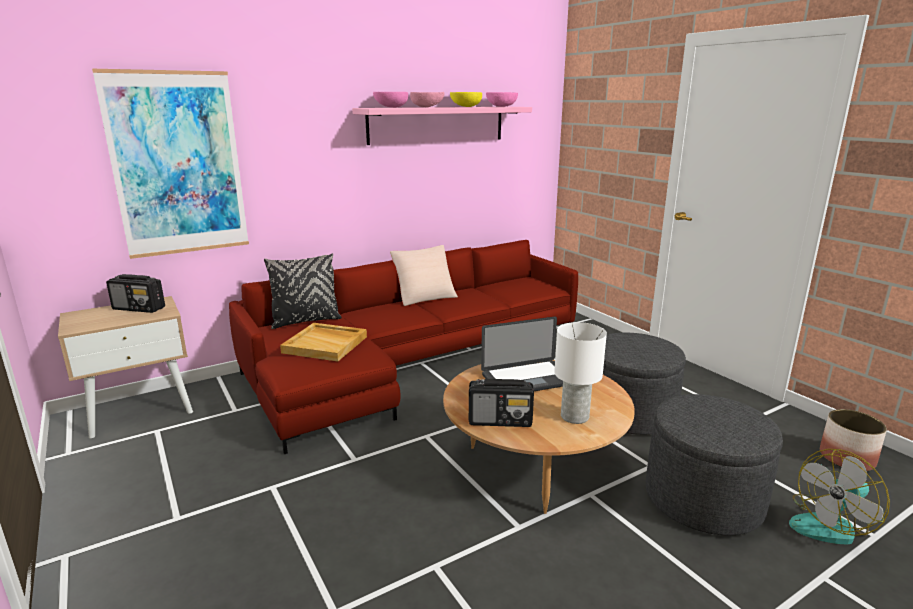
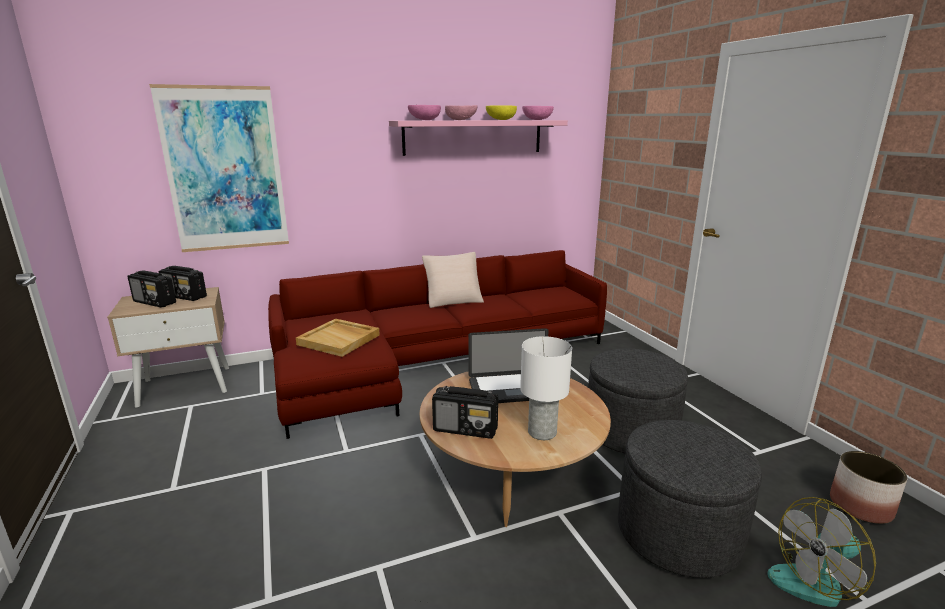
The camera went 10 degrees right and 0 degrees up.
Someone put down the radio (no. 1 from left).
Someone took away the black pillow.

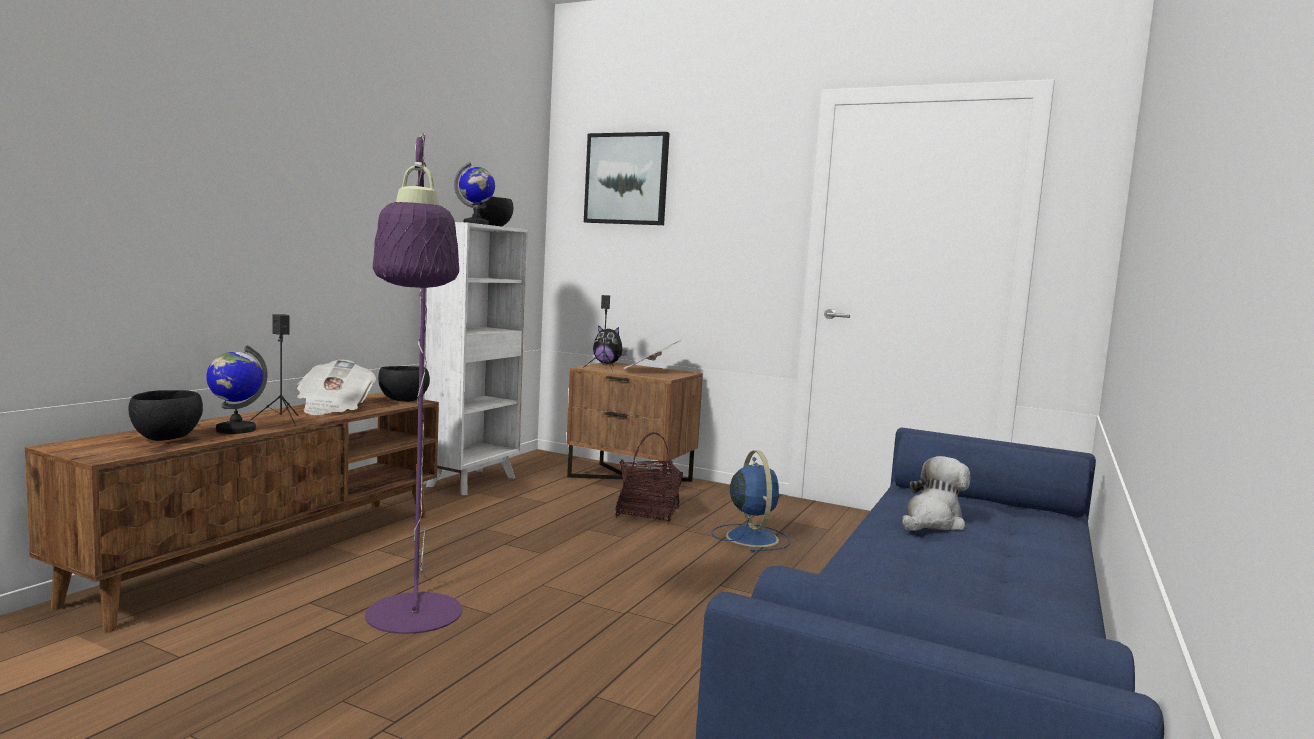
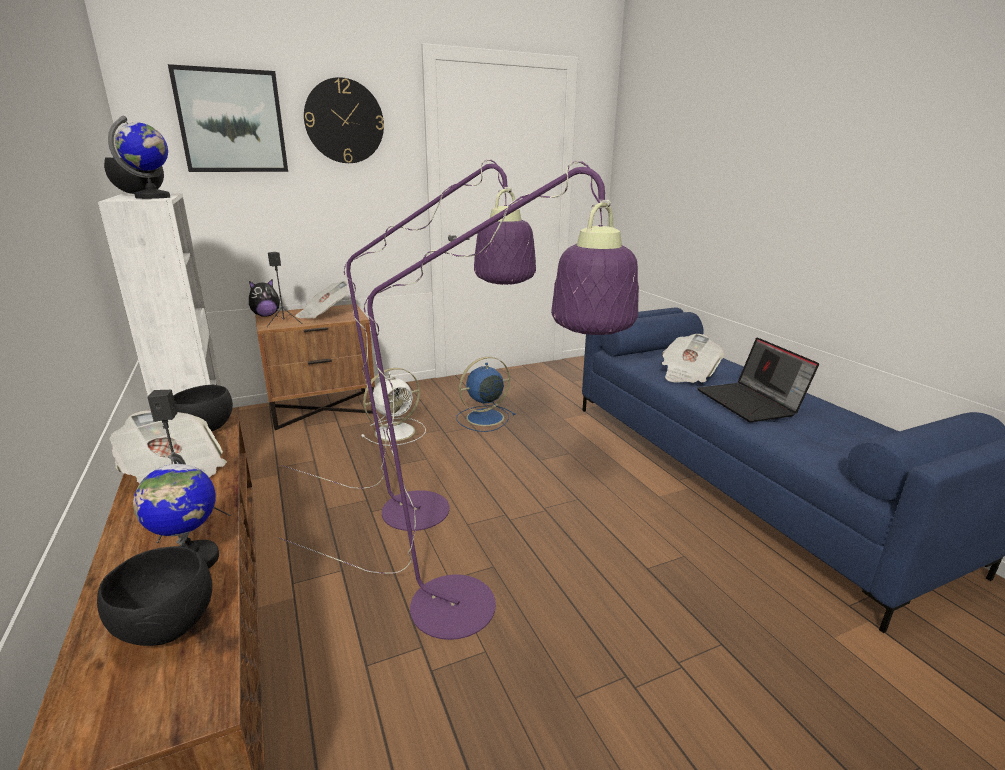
The camera went 50 degrees left and 15 degrees up.
Someone put down the purple floor lamp (no. 1 from left).
Someone put up the wall clock.
Someone swapped the basket for the white fan.
Someone rotated the blue fan by 60 degrees counterclockwise.
Someone swapped the plush toy (no. 2 from left) for the newspaper (no. 3 from left).
Someone put down the laptop.

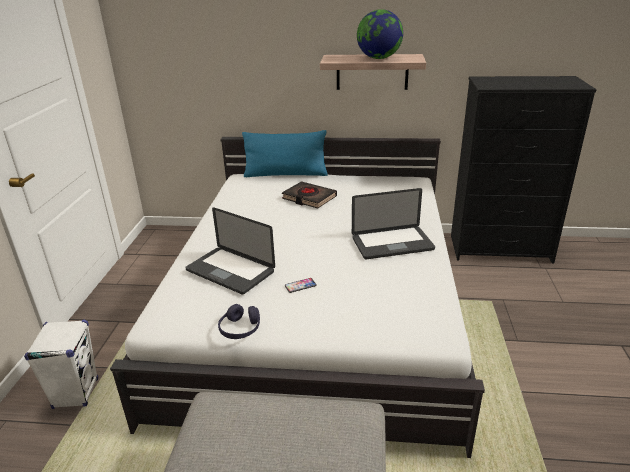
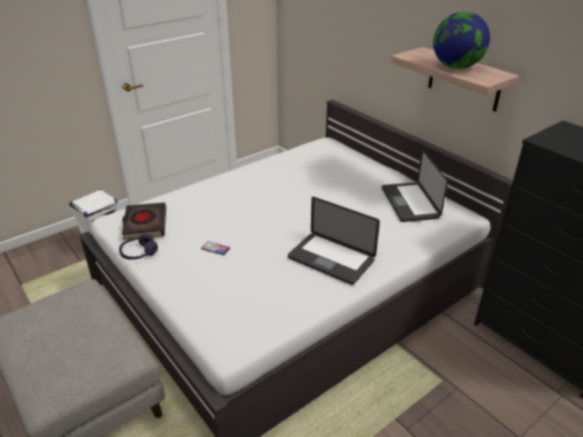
The camera went 45 degrees right and 5 degrees up.
Someone carried the black book.
Someone carried the laptop (no. 1 from left in the first image).
Someone took away the blue pillow.

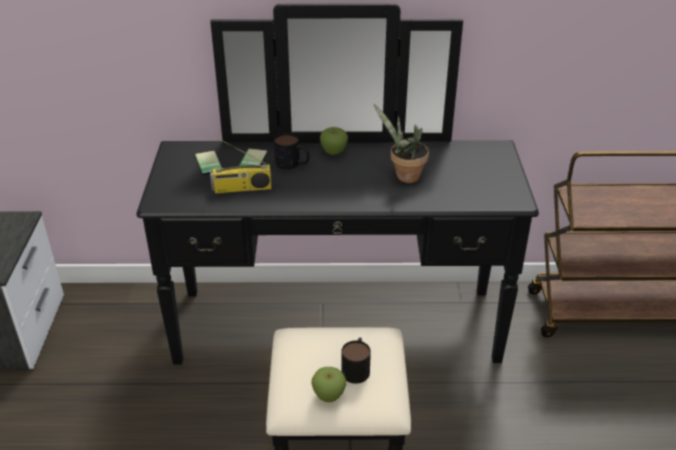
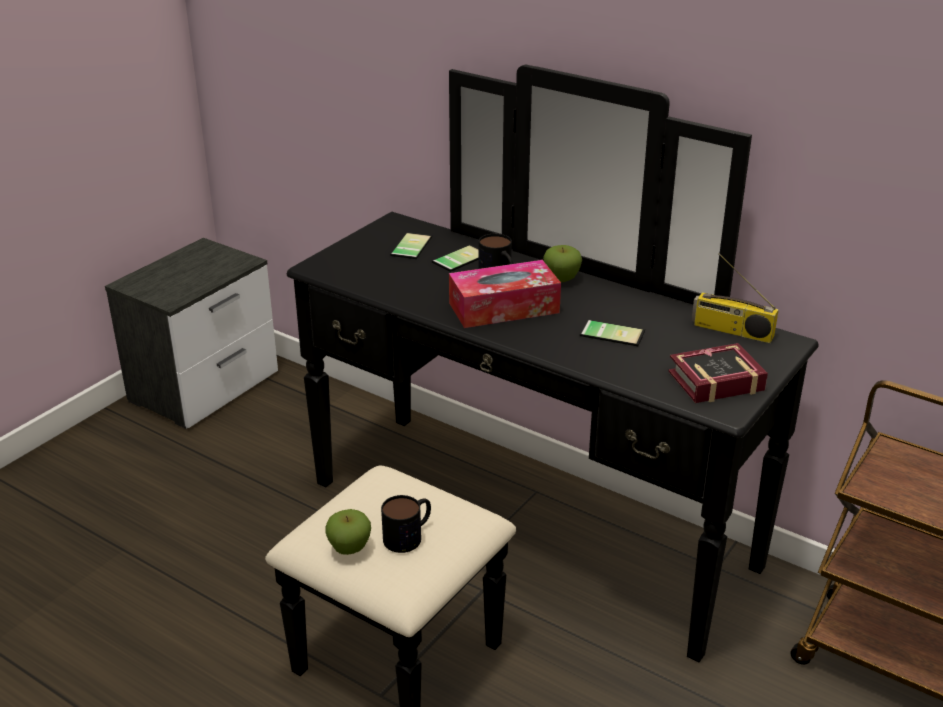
The camera went 35 degrees right and 5 degrees down.
Someone put down the tissue box.
Someone swapped the potted plant for the phone (no. 3 from left).
Someone put down the book.
Someone carried the radio.

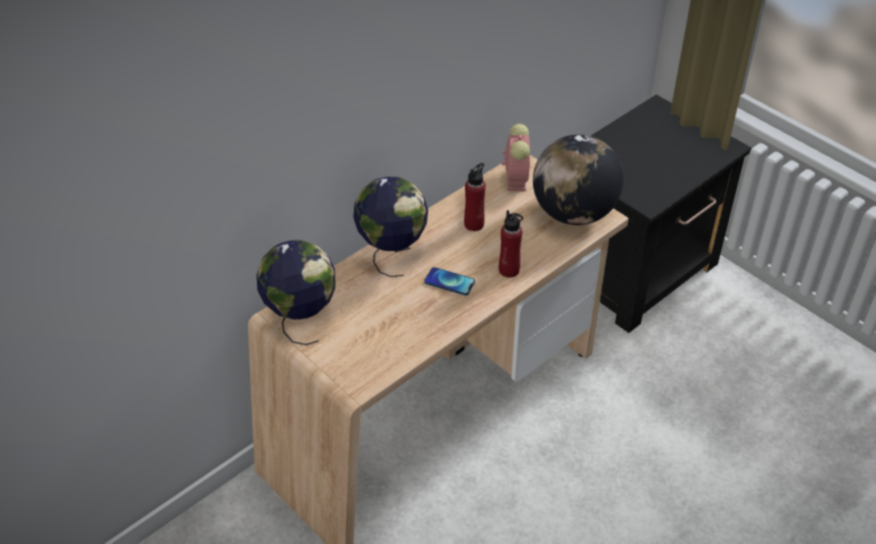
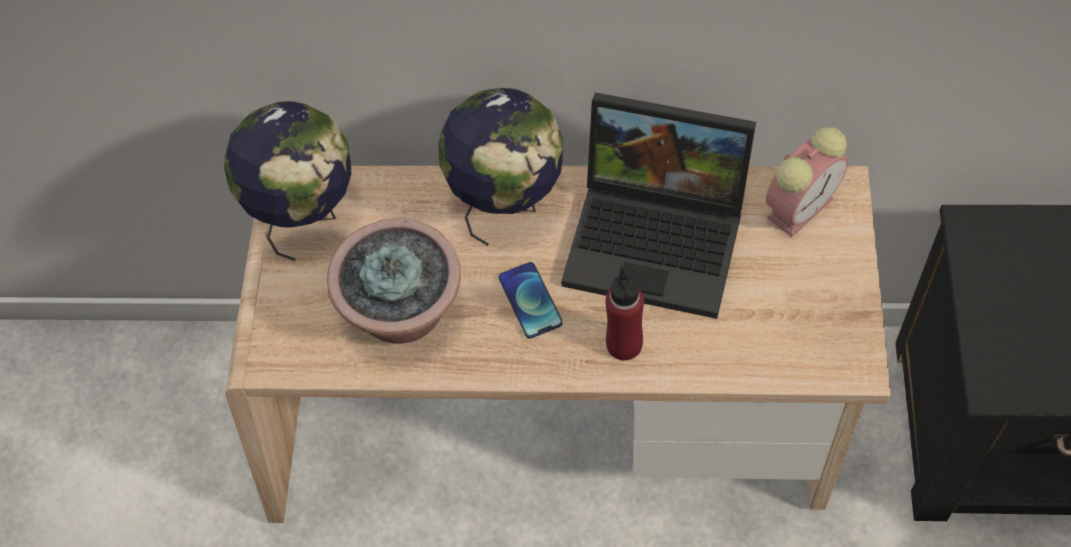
The camera went 50 degrees right and 15 degrees up.
Someone put down the potted plant.
Someone swapped the red bottle (no. 1 from left) for the laptop.
Someone took away the globe (no. 3 from left).

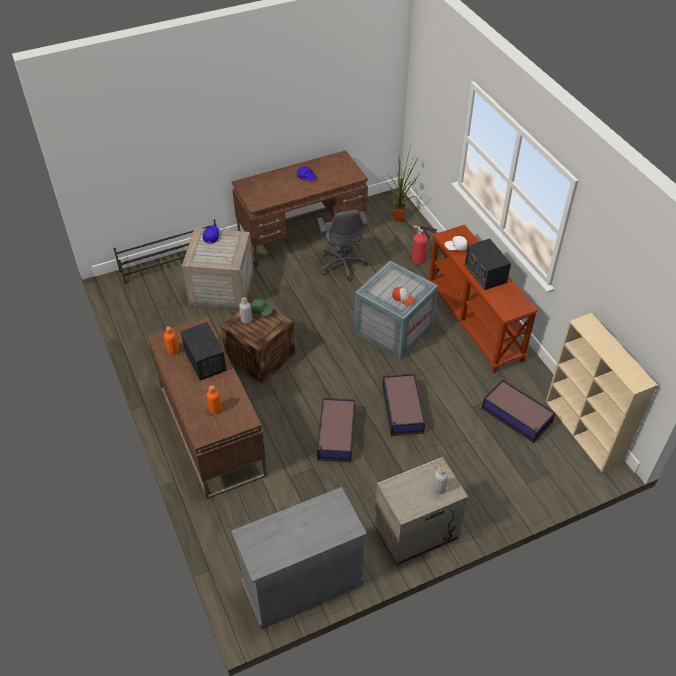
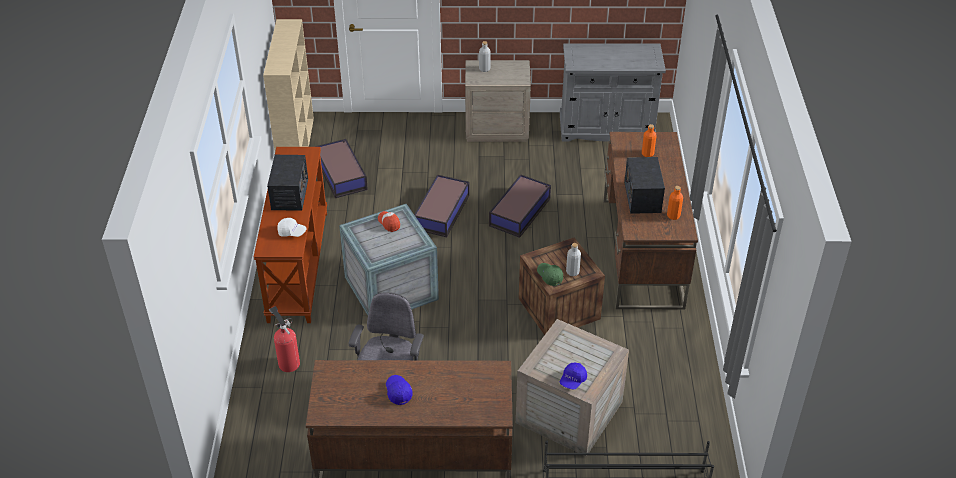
The camera went 155 degrees left and 5 degrees down.
Someone took away the potted plant.

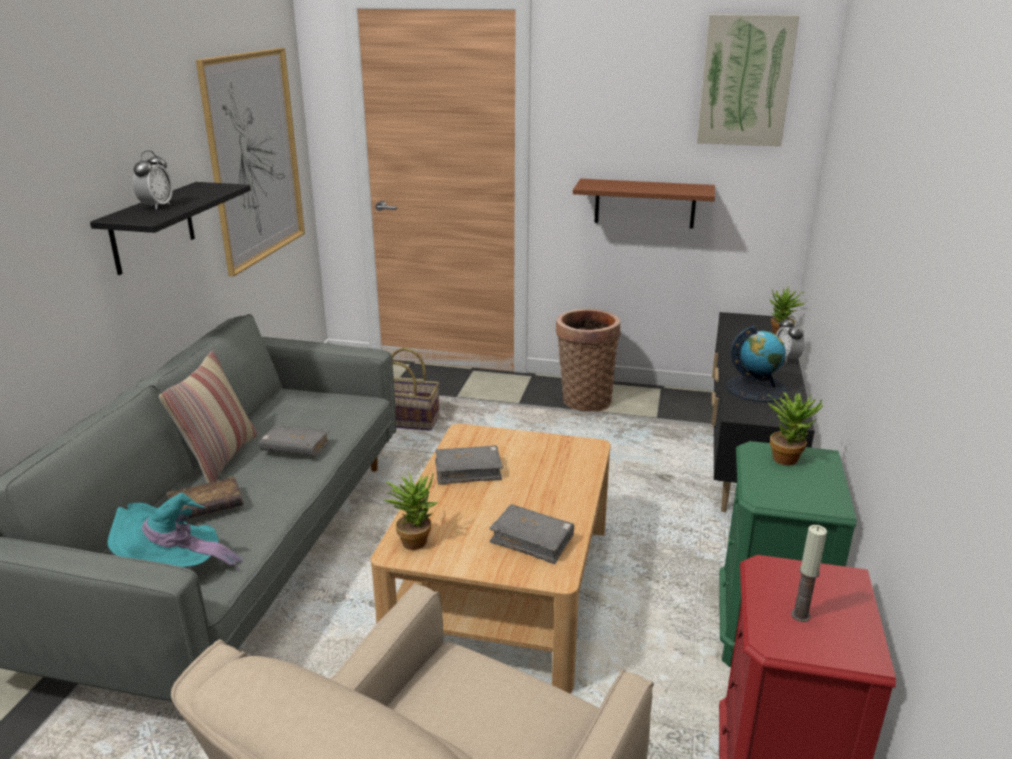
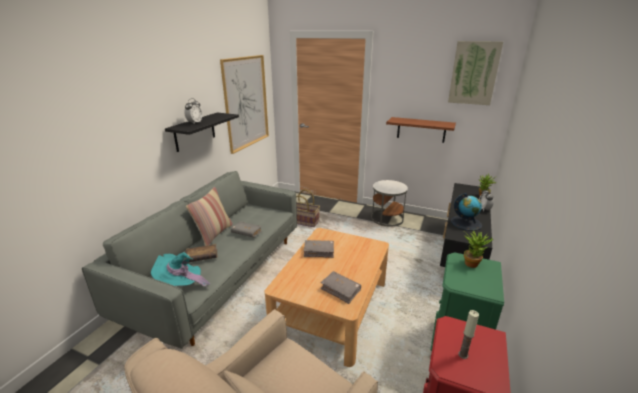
The camera went 10 degrees right and 0 degrees up.
Someone swapped the basket (no. 2 from left) for the white side table.
Someone took away the potted plant (no. 1 from left).

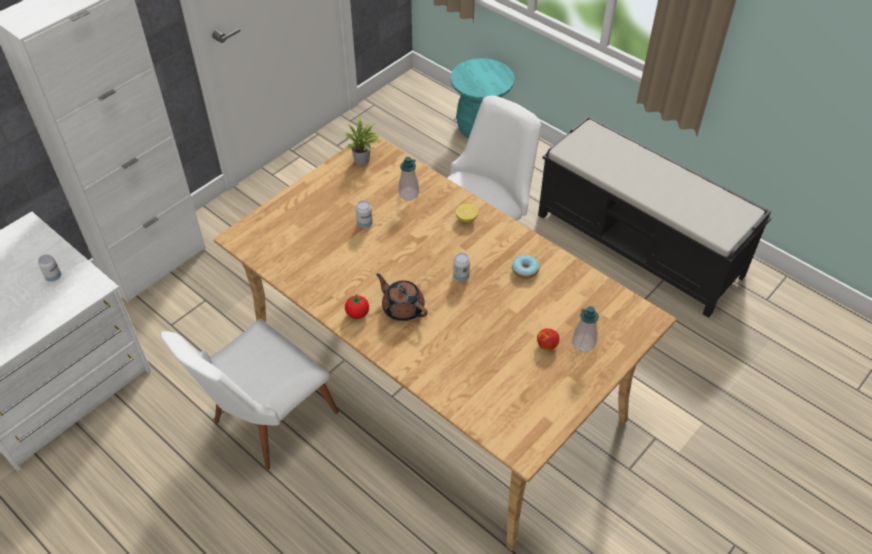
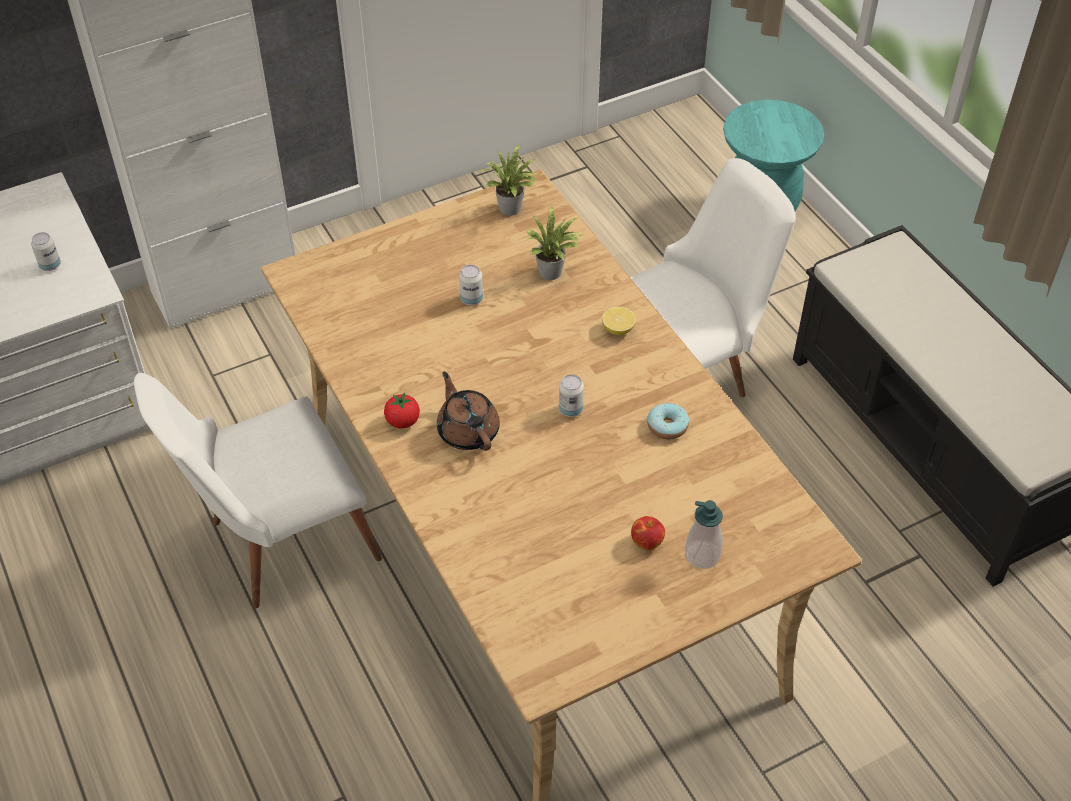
The camera went 20 degrees right and 0 degrees up.
Someone swapped the soap dispenser (no. 1 from left) for the potted plant (no. 2 from left).

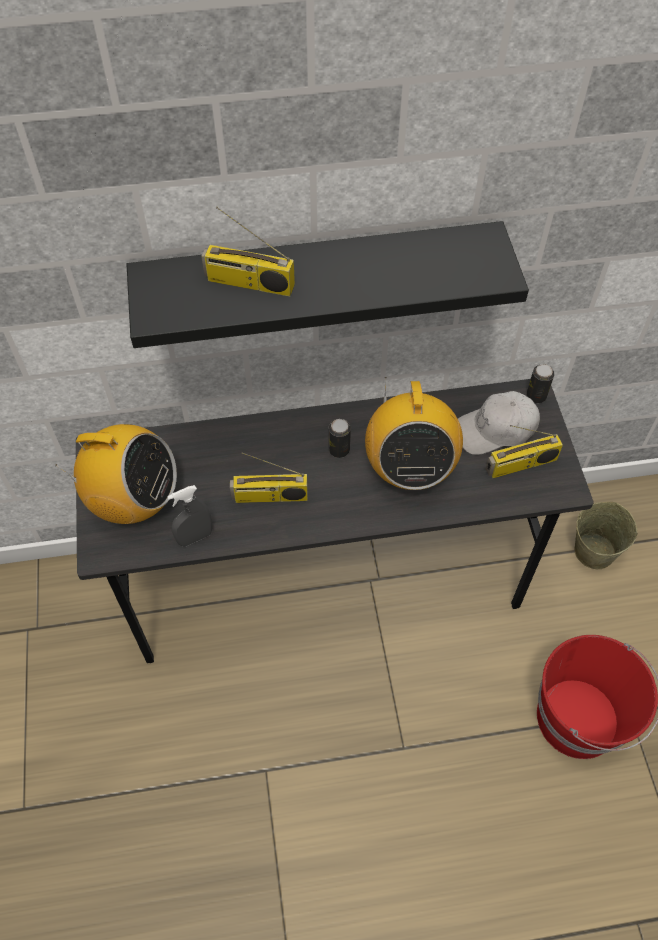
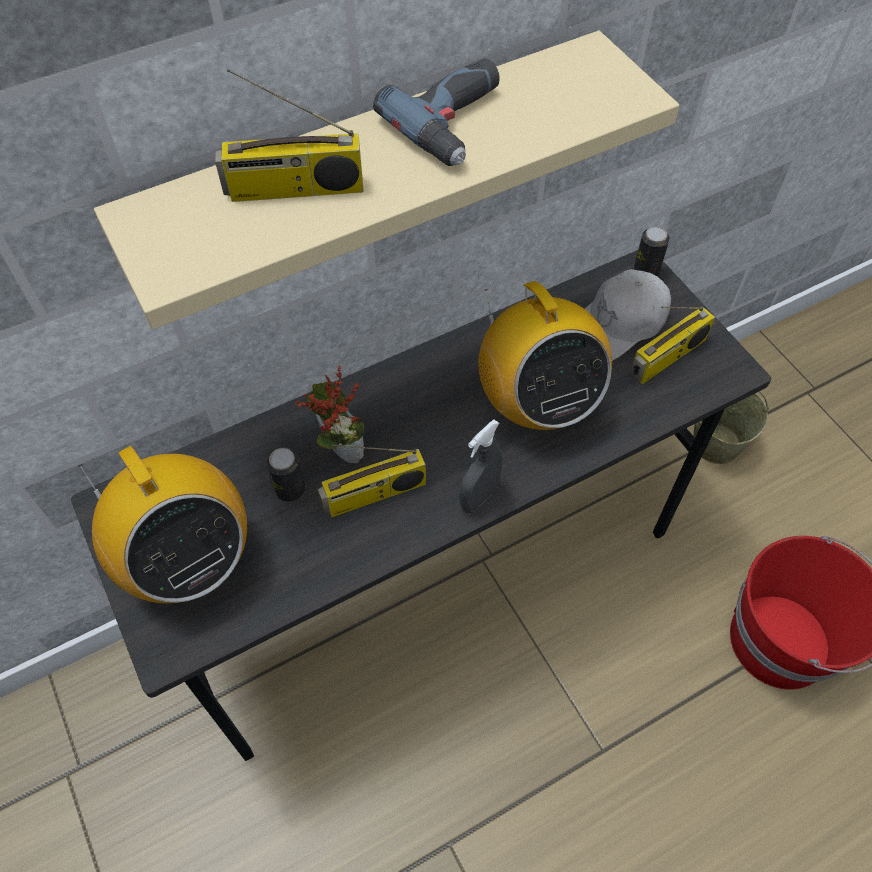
The camera went 20 degrees left and 0 degrees up.
Someone rotated the radio (no. 1 from left) by 60 degrees clockwise.
Someone repainted the black shelf, which became the beige shelf.
Someone carried the can (no. 1 from left).
Someone put down the potted plant.
Someone put down the power drill.
Someone carried the grey spray bottle.

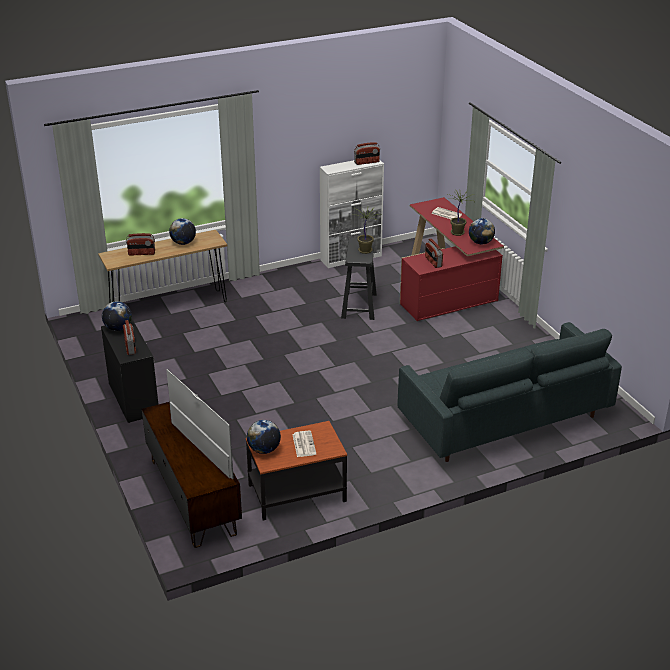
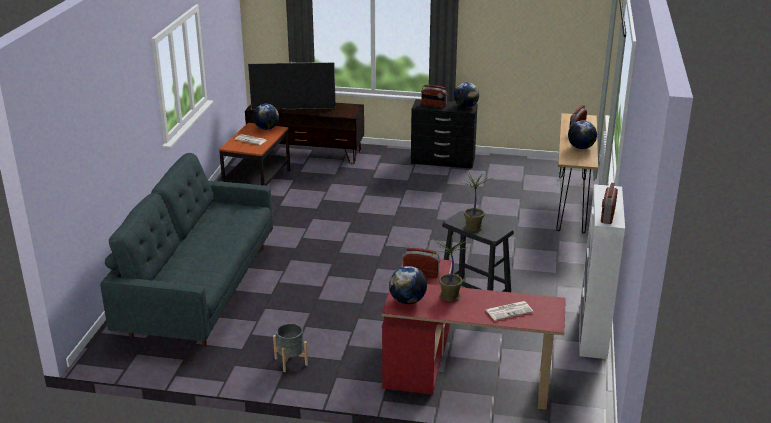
The camera went 125 degrees right and 5 degrees down.
Someone put down the grey planter.

